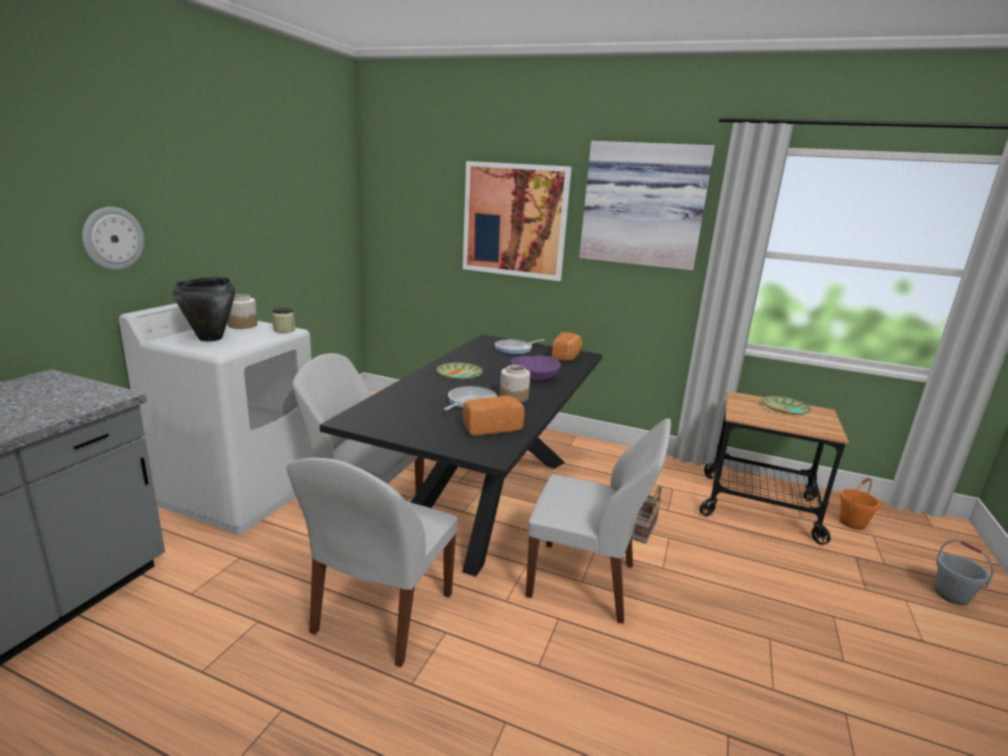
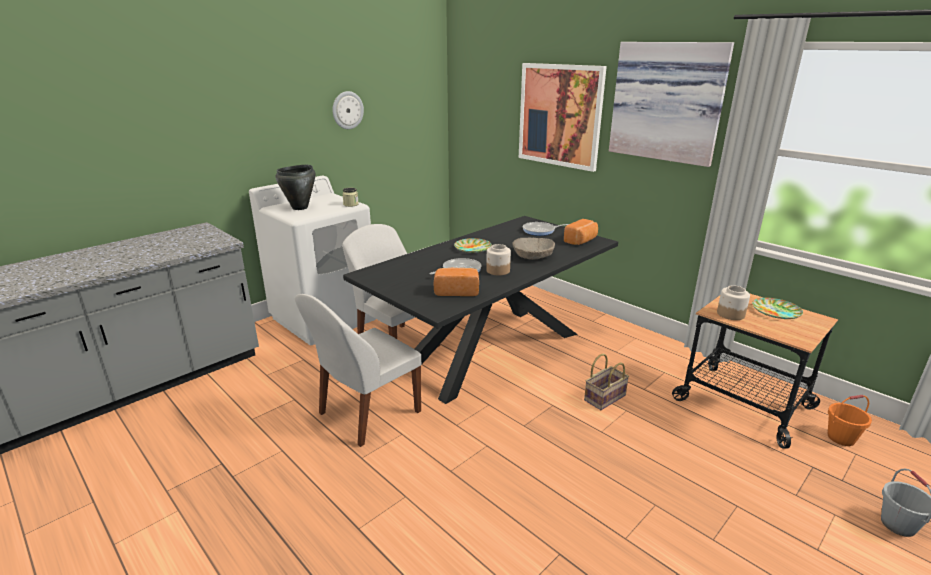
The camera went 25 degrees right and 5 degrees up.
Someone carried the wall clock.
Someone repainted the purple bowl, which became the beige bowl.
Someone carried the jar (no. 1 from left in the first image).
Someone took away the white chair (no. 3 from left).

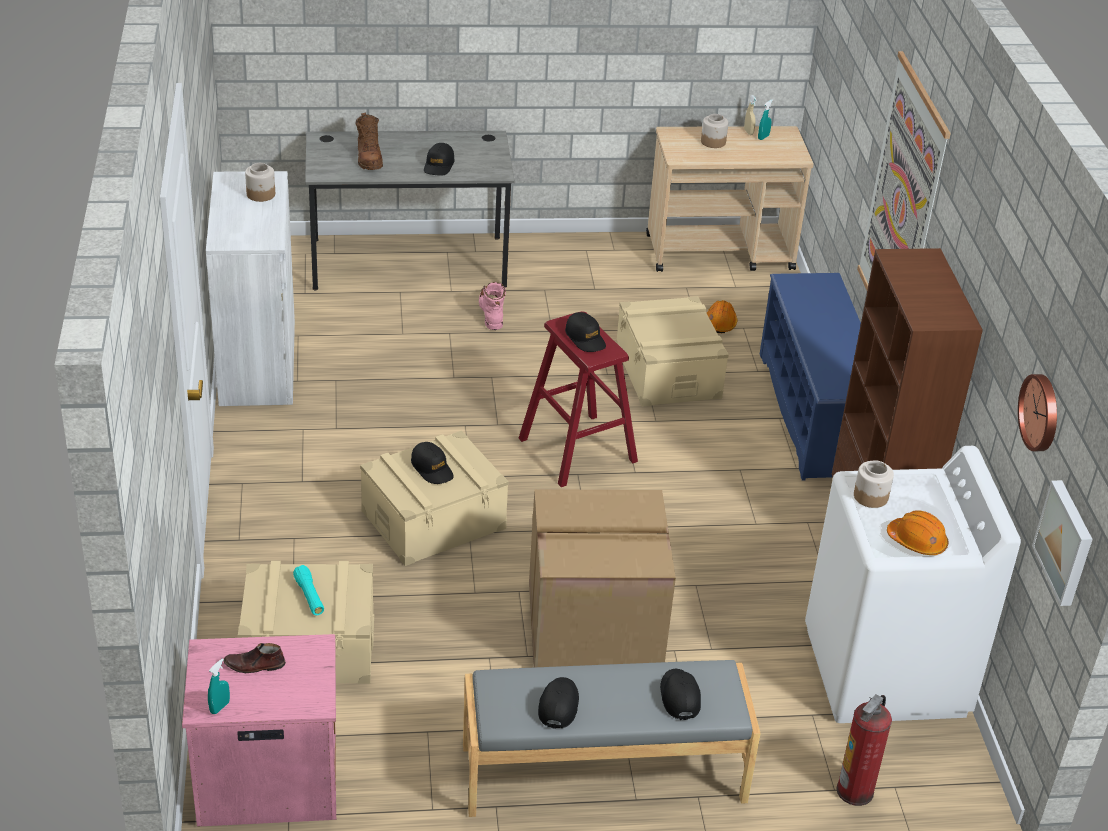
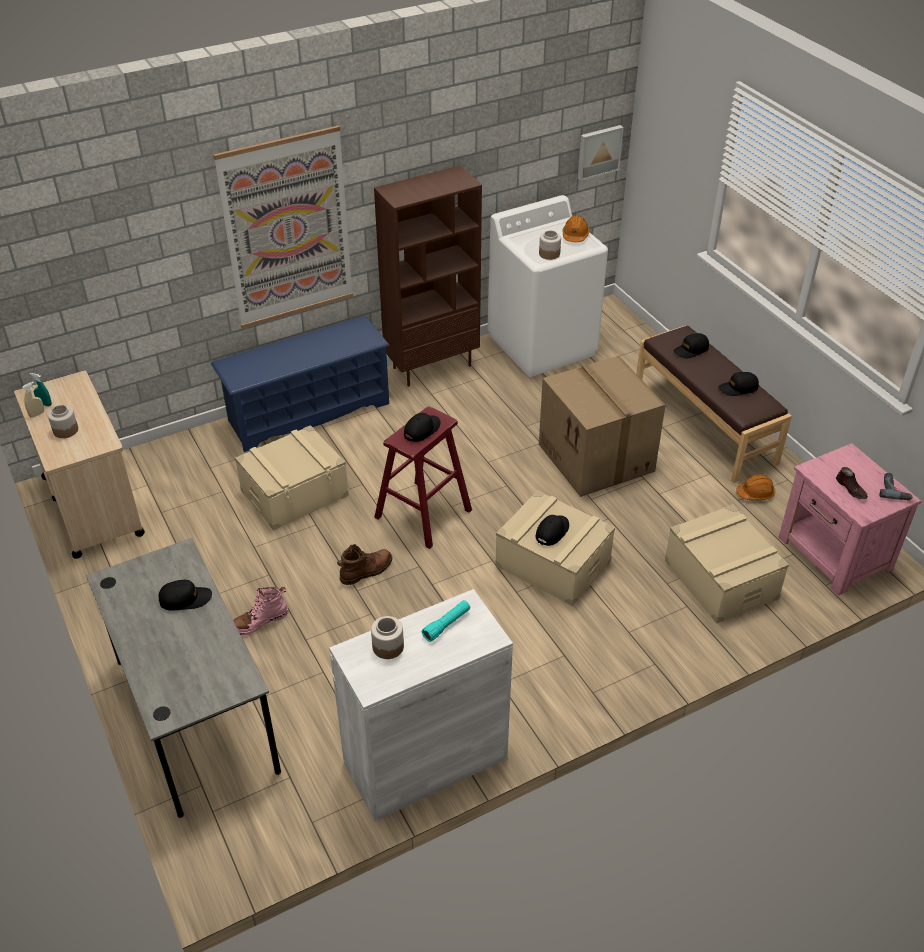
The camera went 110 degrees left and 5 degrees up.
Someone carried the brown boot.
Someone carried the turquoise flashlight.
Someone repainted the grey bench, which became the brown bench.
Someone carried the orange hard hat (no. 1 from left in the first image).
Someone swapped the turquoise spray bottle (no. 1 from left) for the power drill.
Someone took away the fire extinguisher.
Someone took away the wall clock.

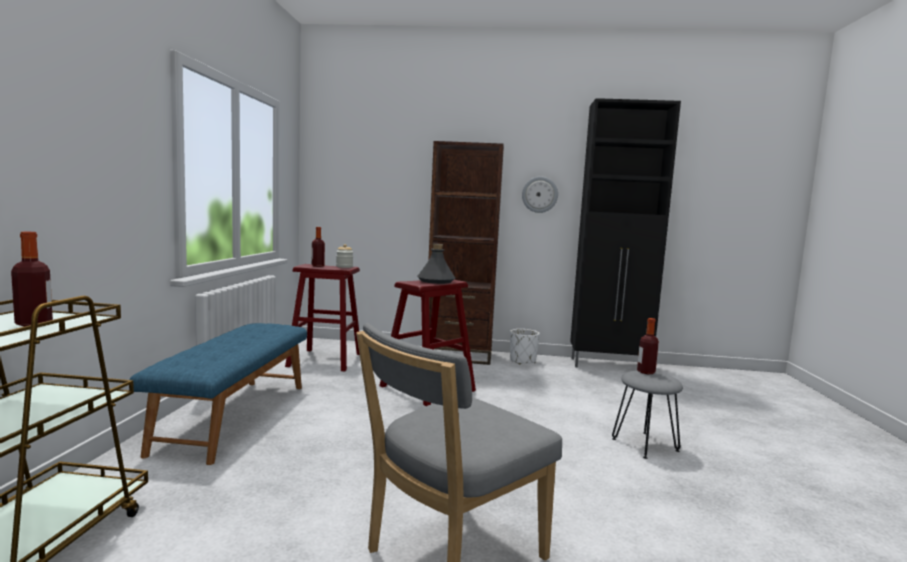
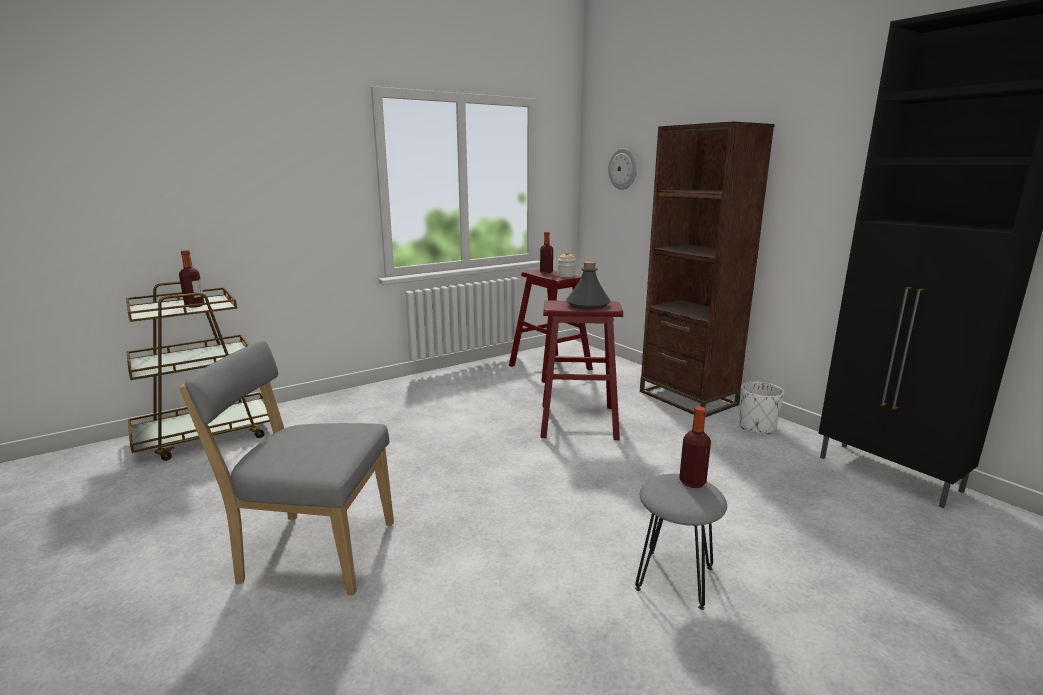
The camera went 50 degrees right and 10 degrees up.
Someone carried the wall clock.
Someone took away the blue bench.

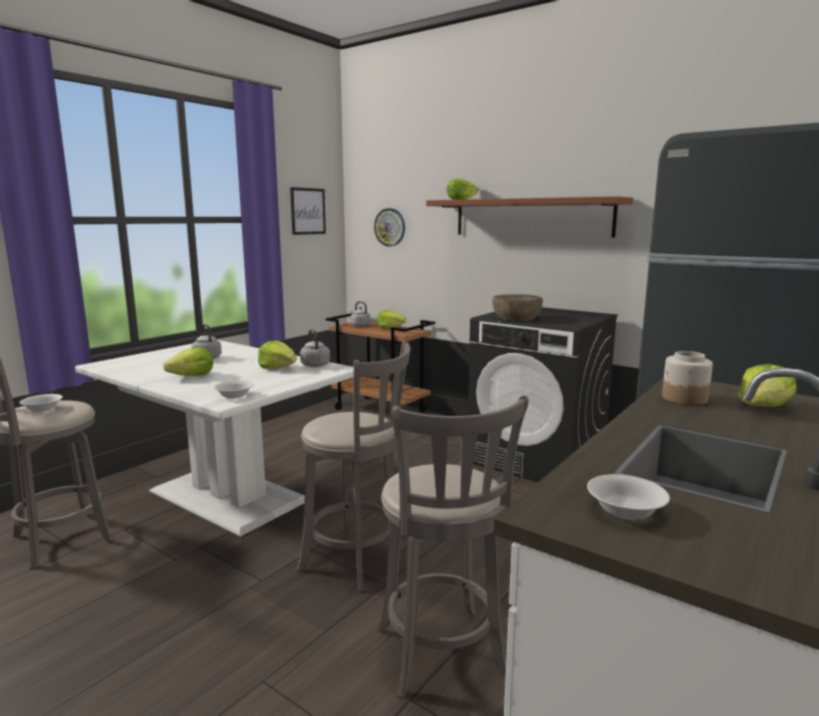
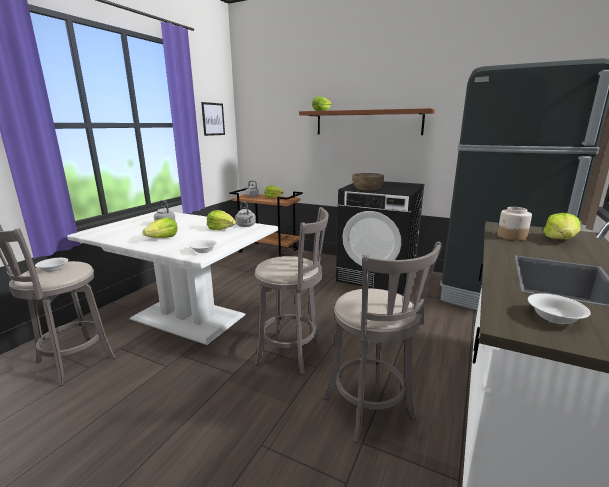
The camera went 10 degrees left and 5 degrees up.
Someone took away the wall clock.

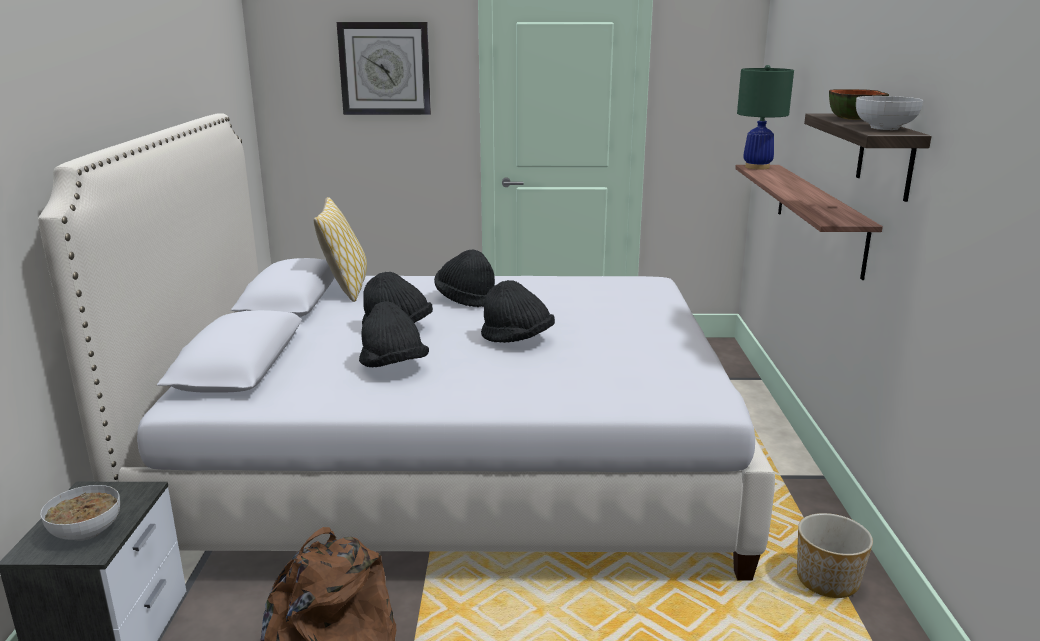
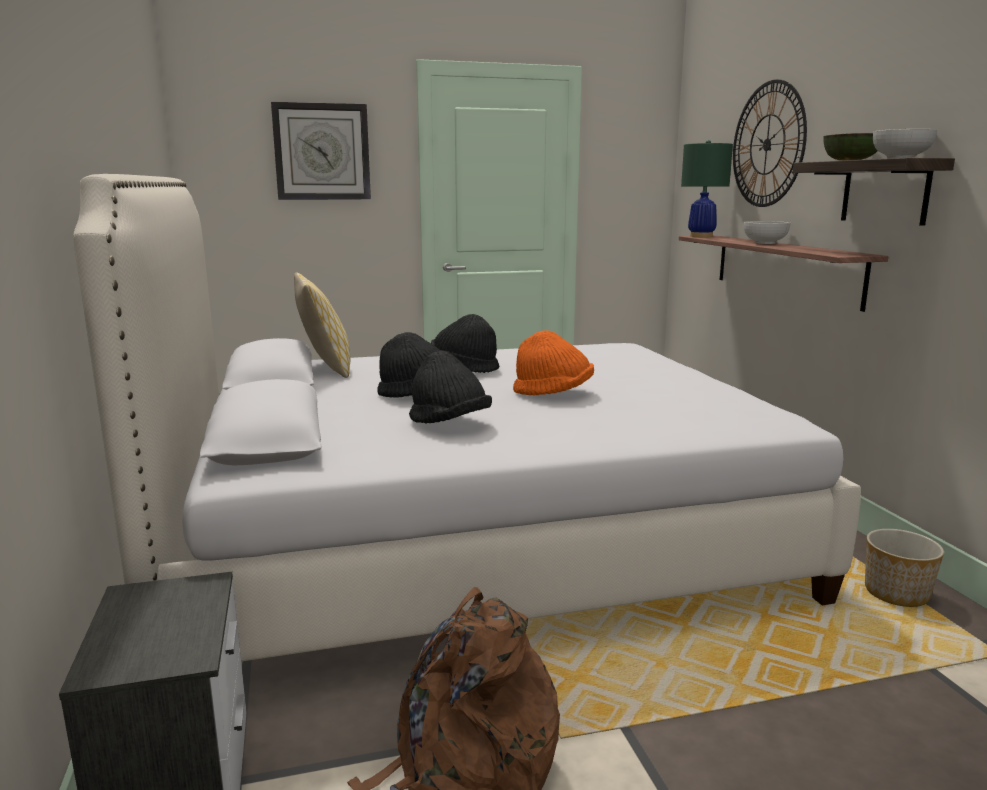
The camera went 15 degrees left and 5 degrees down.
Someone repainted the black hat (no. 4 from left), which became the orange hat.
Someone put up the wall clock (no. 2 from left).
Someone carried the bowl (no. 1 from left).

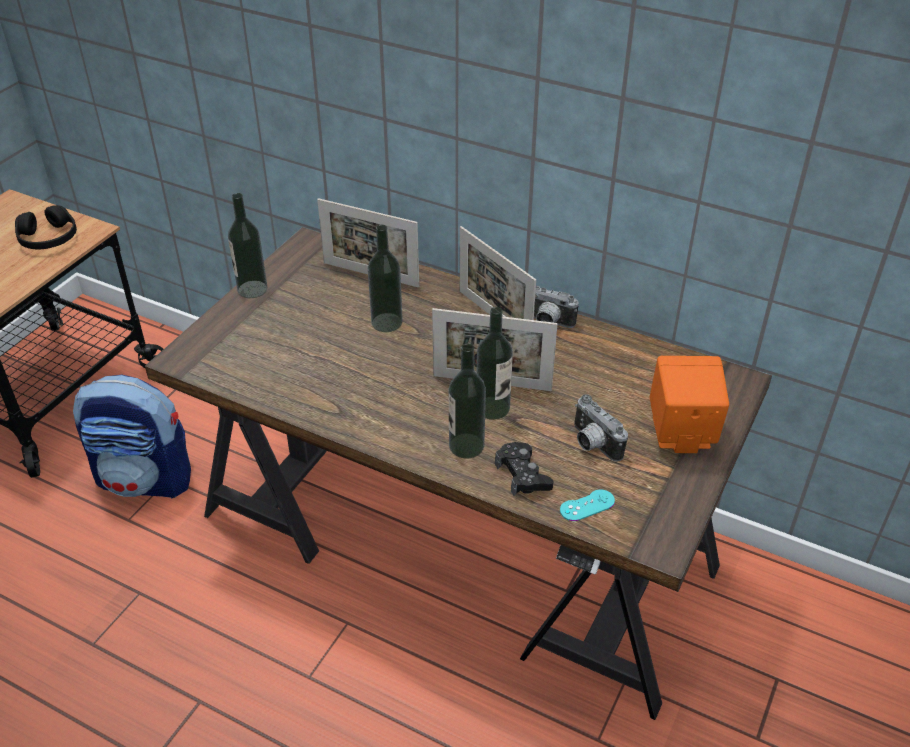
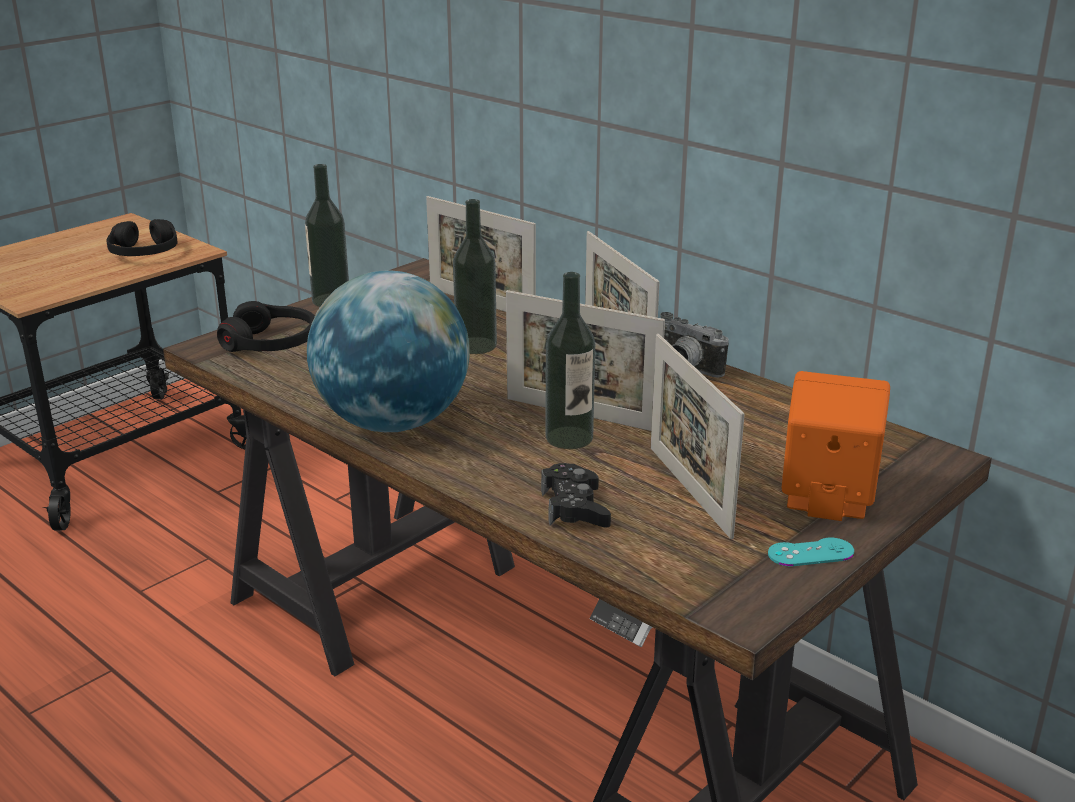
The camera went 15 degrees right and 15 degrees down.
Someone put down the black headphones (no. 2 from left).
Someone put down the globe.
Someone swapped the photo camera (no. 2 from left) for the picture frame (no. 4 from left).
Someone carried the turquoise game controller.
Someone took away the backpack.
Someone took away the bottle (no. 3 from left).

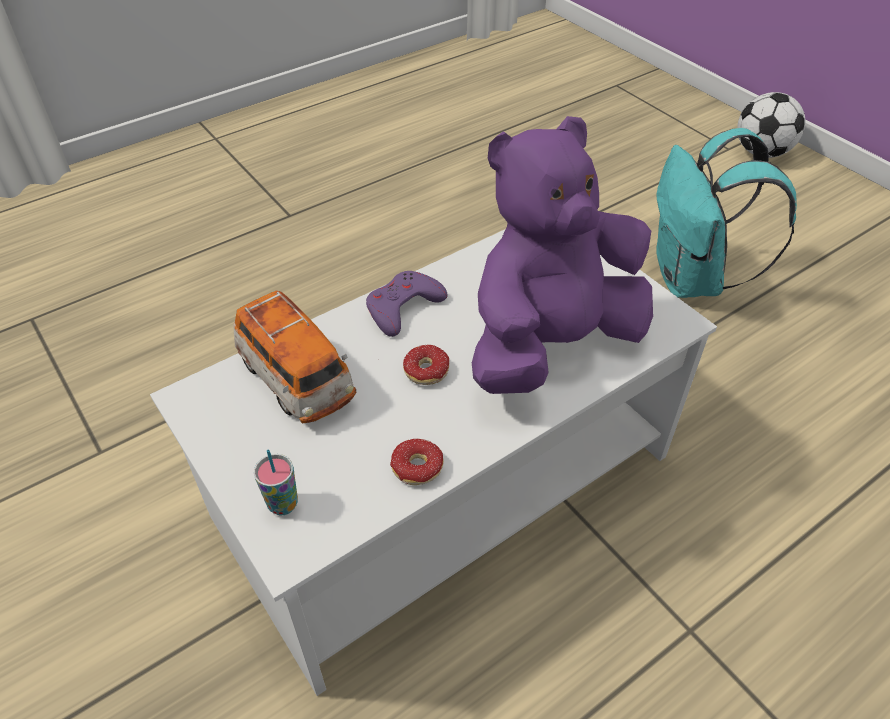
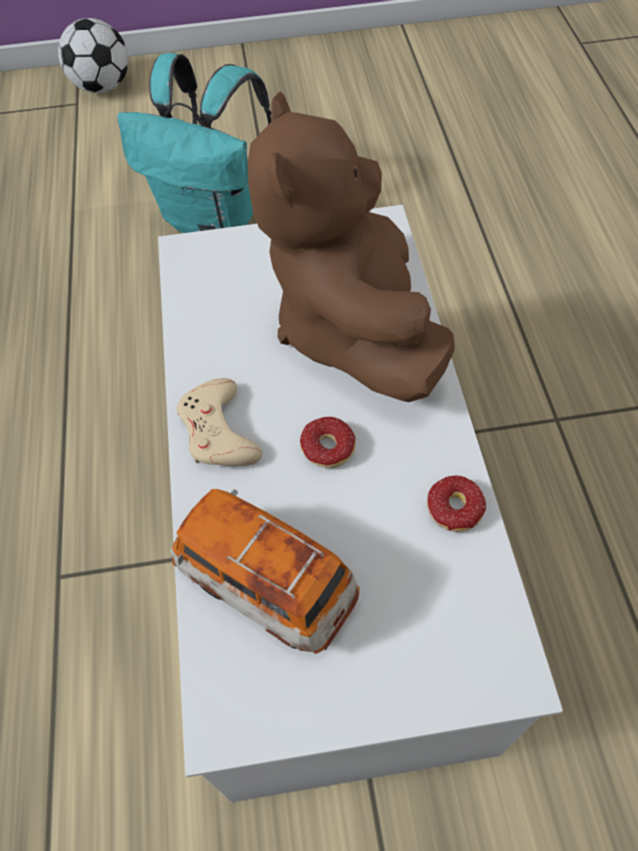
The camera went 60 degrees left and 10 degrees up.
Someone rotated the toy car by 135 degrees counterclockwise.
Someone repainted the purple game controller, which became the beige game controller.
Someone repainted the purple plush toy, which became the brown plush toy.
Someone took away the cup.

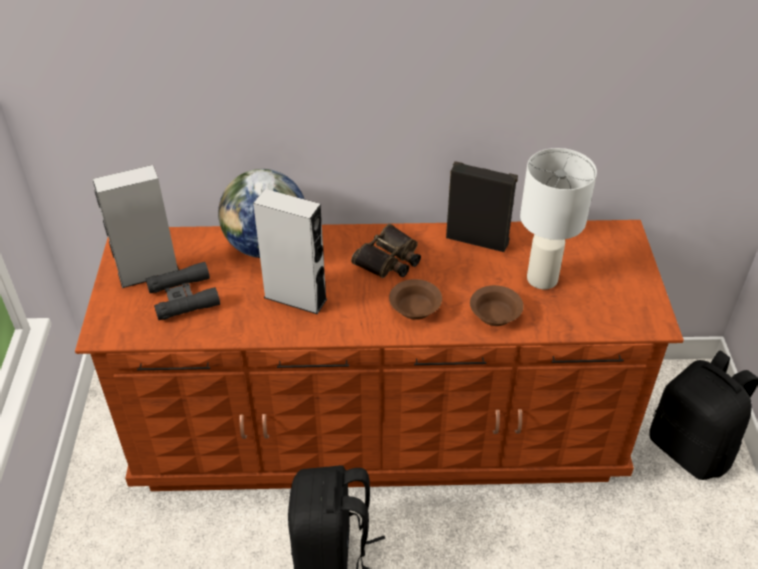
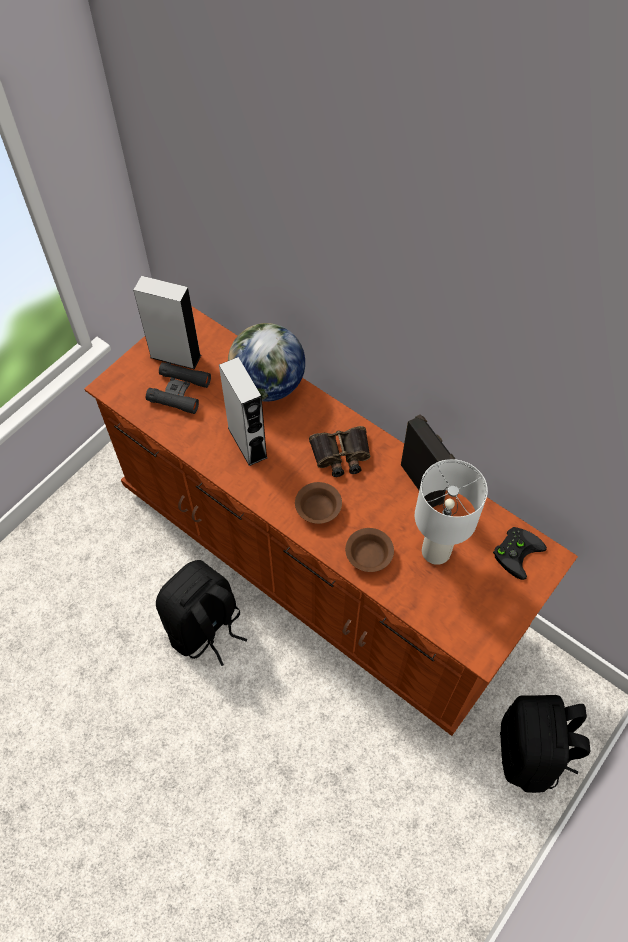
The camera went 40 degrees right and 15 degrees up.
Someone put down the black game controller.

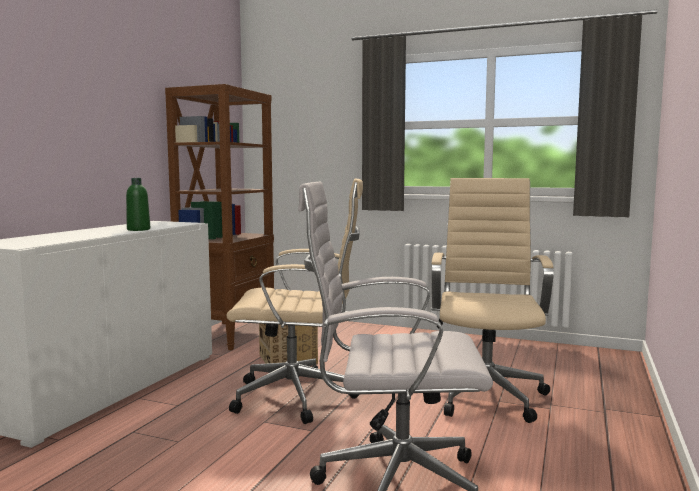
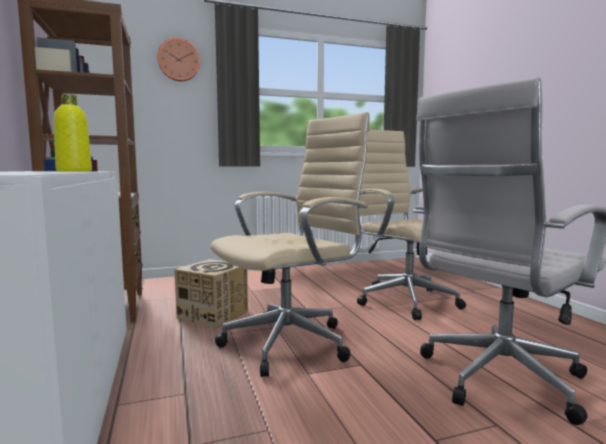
The camera went 40 degrees left and 0 degrees up.
Someone repainted the green bottle, which became the yellow bottle.
Someone put up the wall clock.

